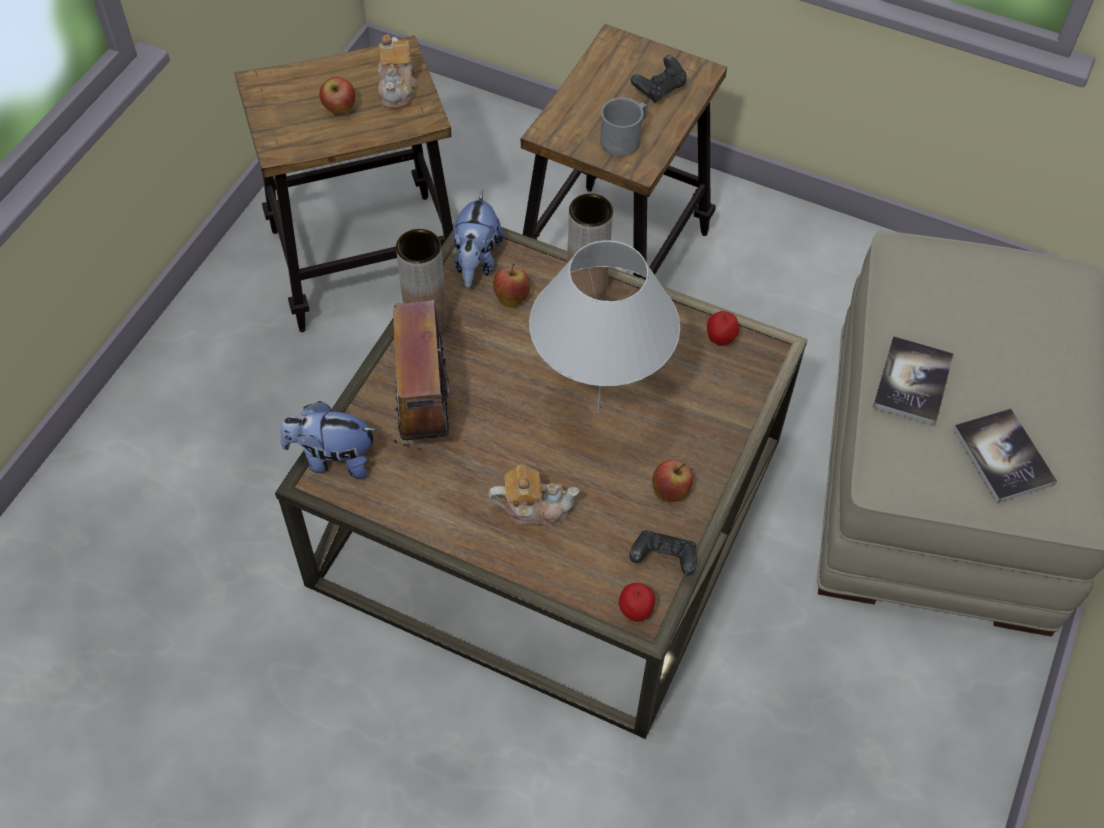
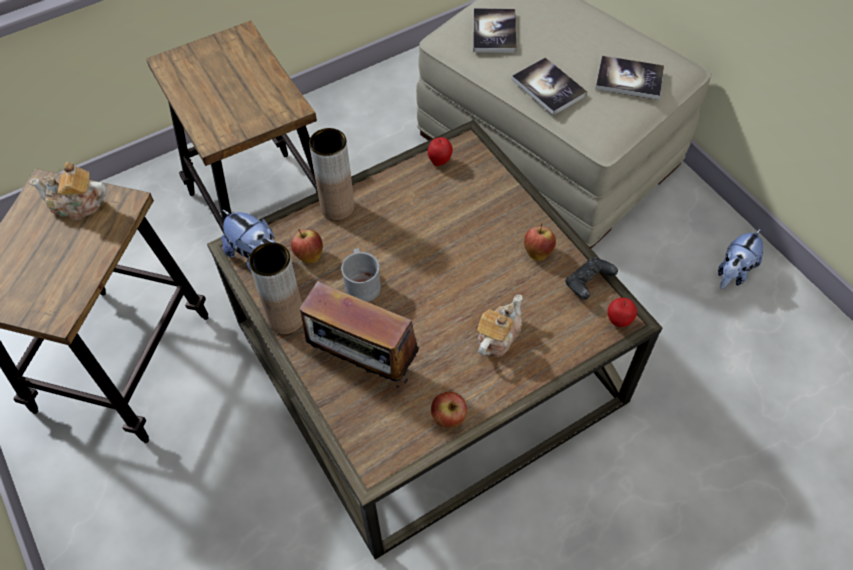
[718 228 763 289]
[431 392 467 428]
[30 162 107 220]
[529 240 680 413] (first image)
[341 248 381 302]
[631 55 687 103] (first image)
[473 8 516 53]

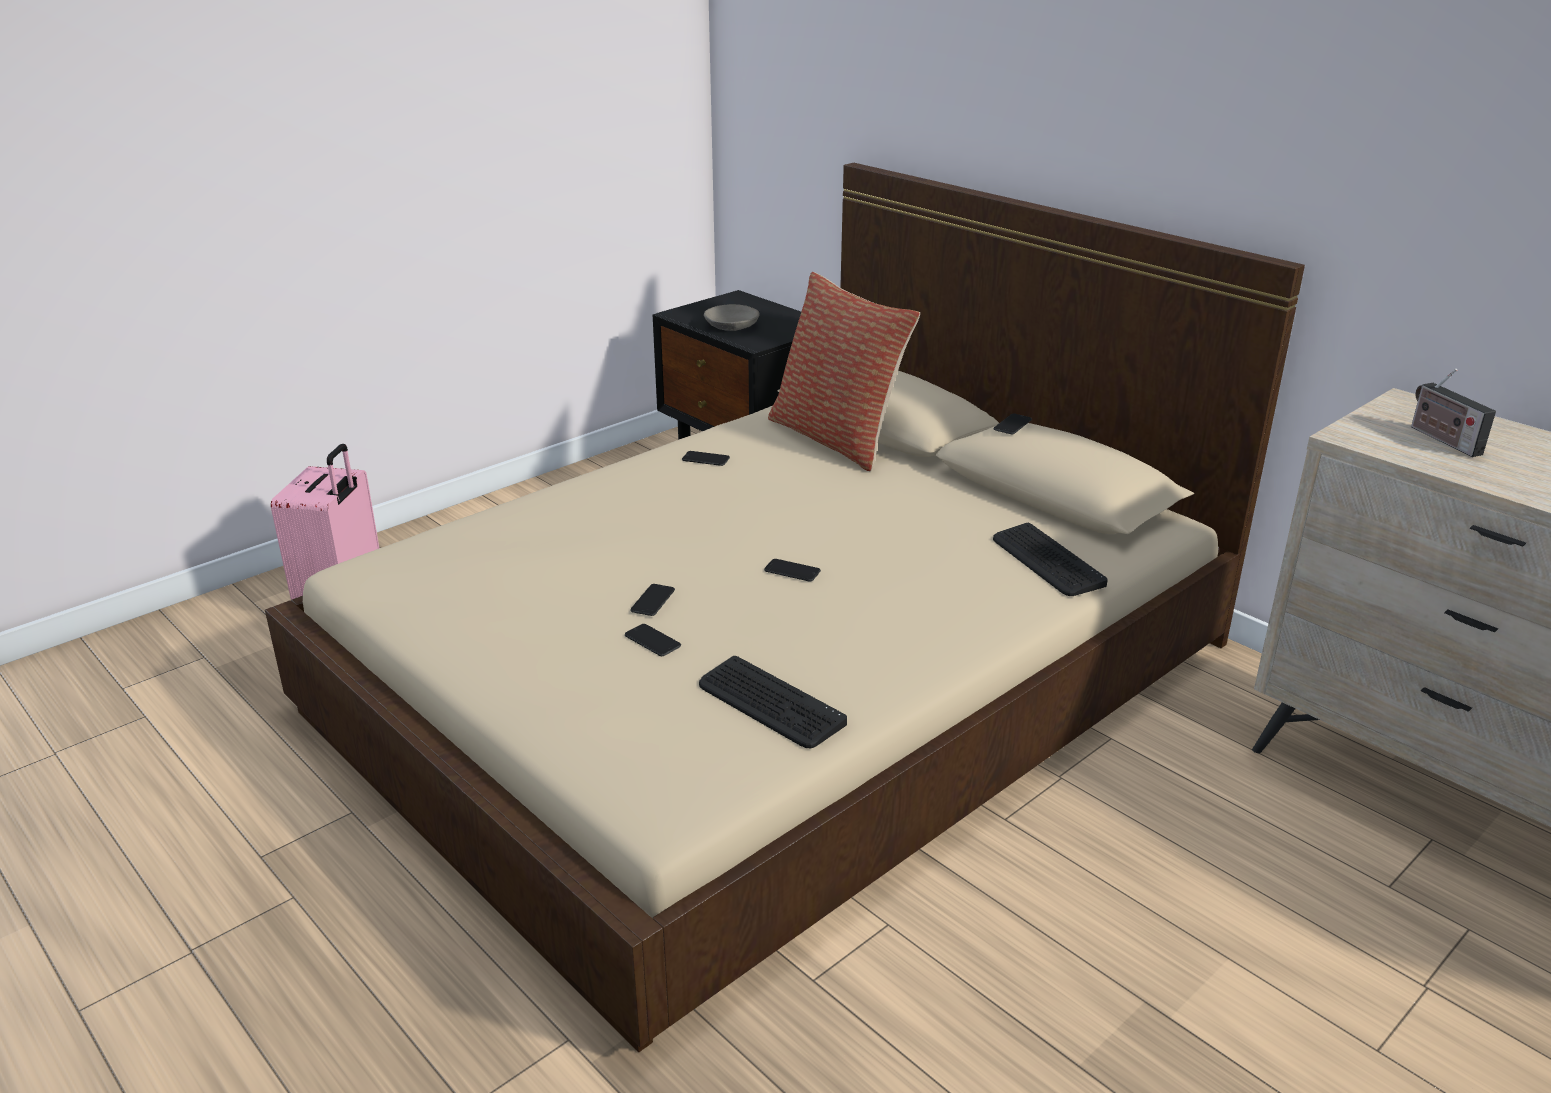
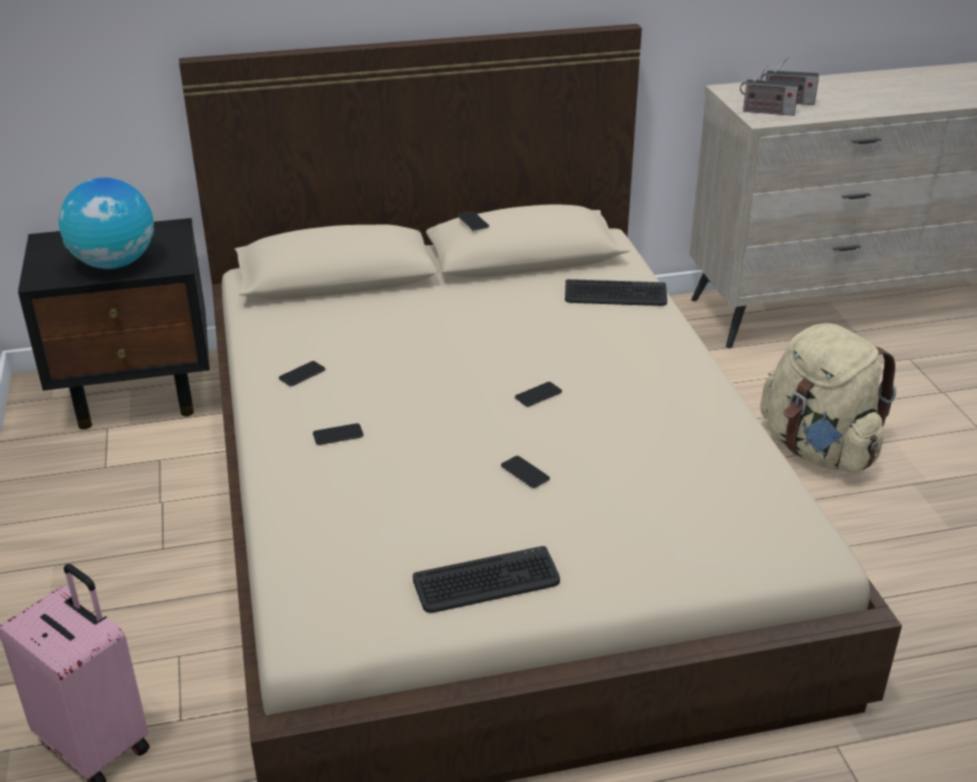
[313 423 364 445]
[413 546 560 613]
[59 177 155 269]
[768 272 920 471] (first image)
[740 66 799 116]
[760 323 896 474]

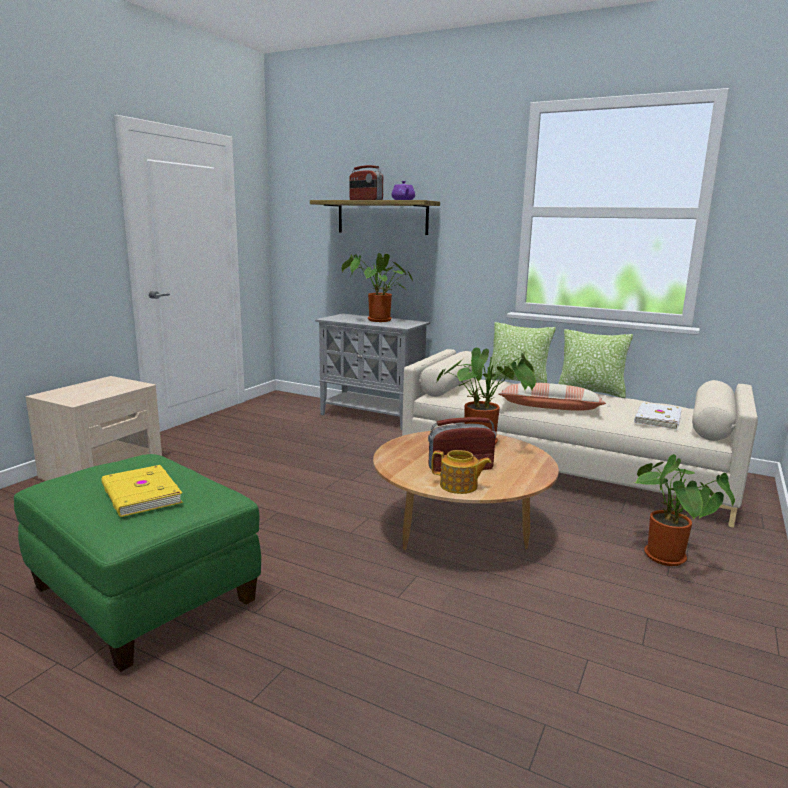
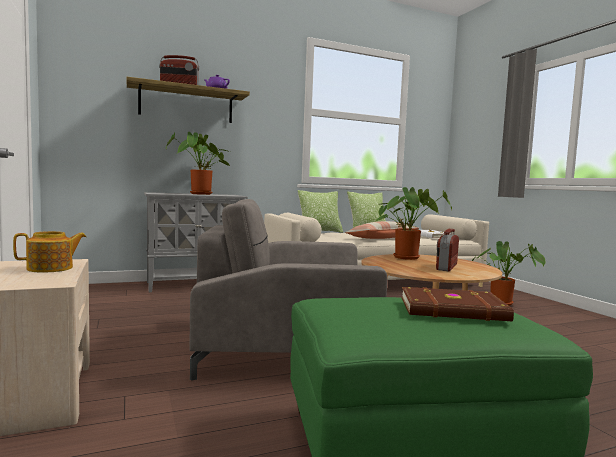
[401 287 514 321]
[13 231 86 273]
[189 199 387 380]

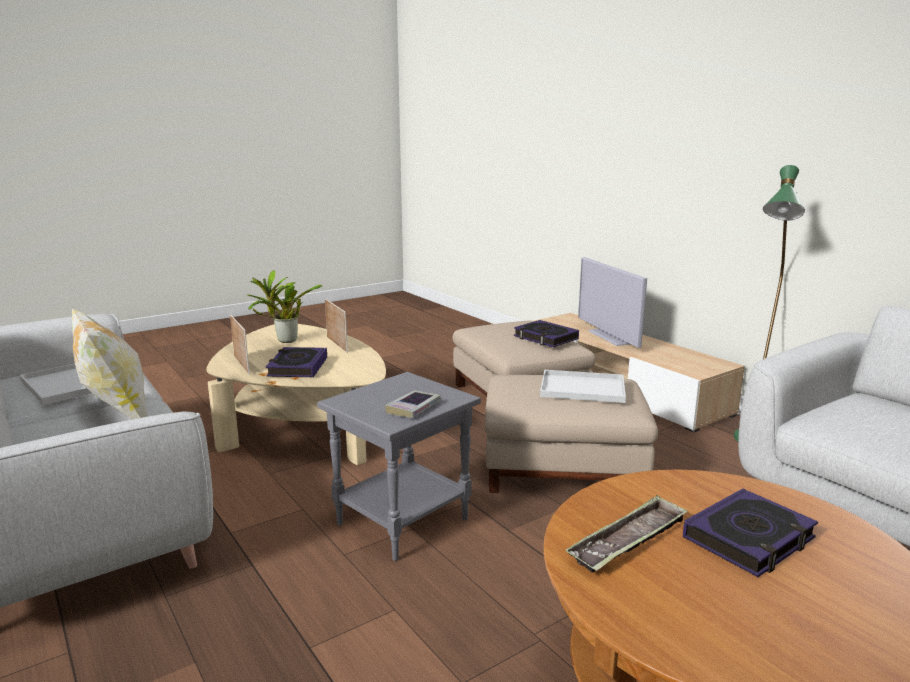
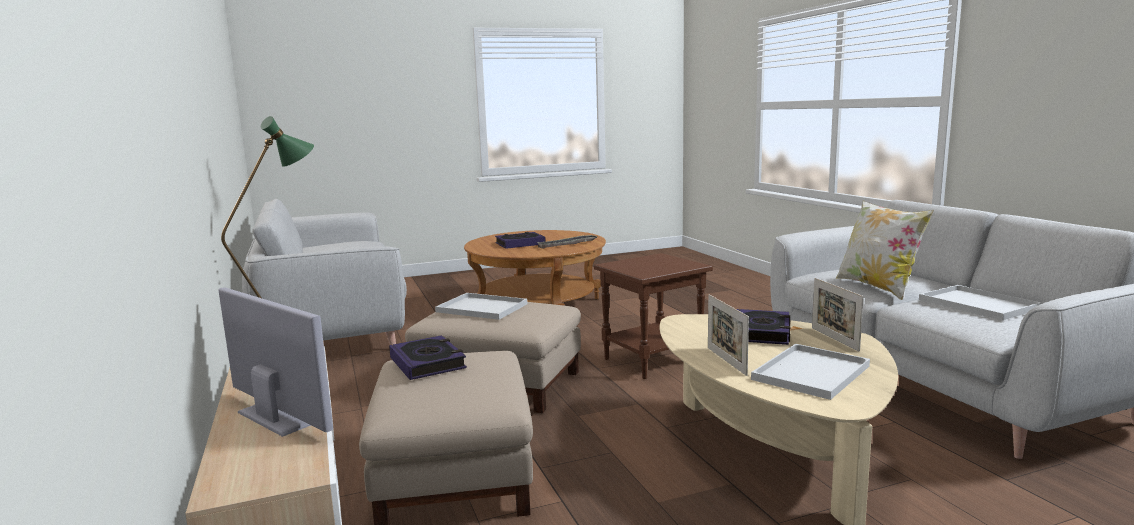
[751 344 870 400]
[594 253 713 379]
[385 390 441 418] (first image)
[218 287 333 437]

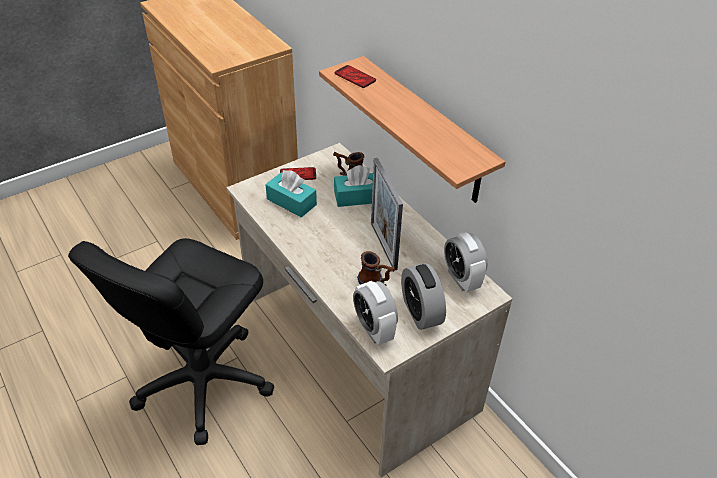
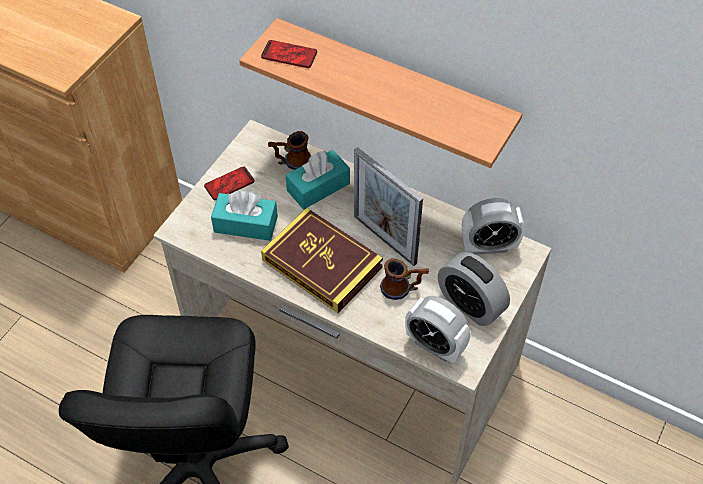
[462 198 525 255]
[261 208 383 313]

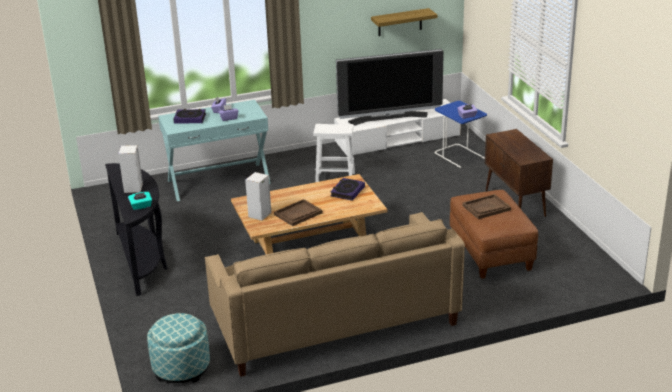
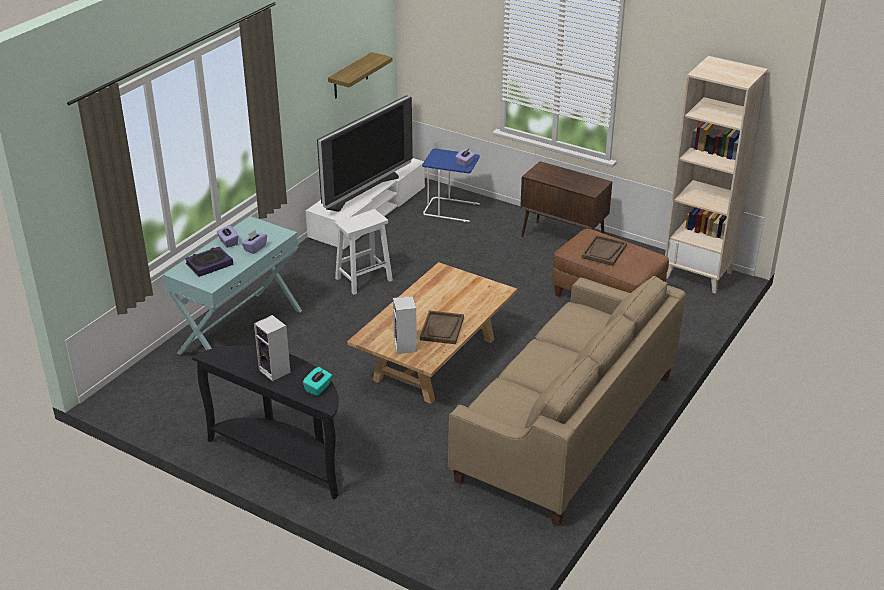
[147 313 210 383] (first image)
[330 178 365 201] (first image)
[665 56 768 294]

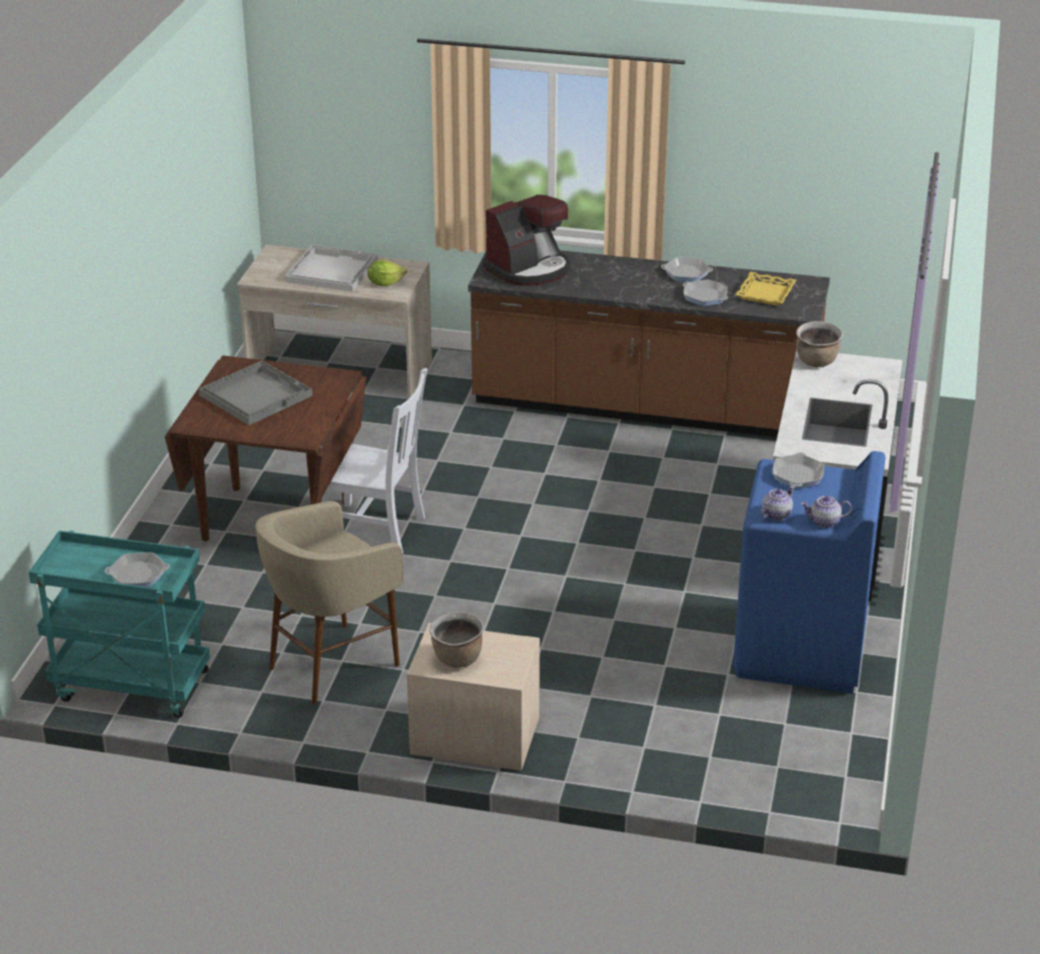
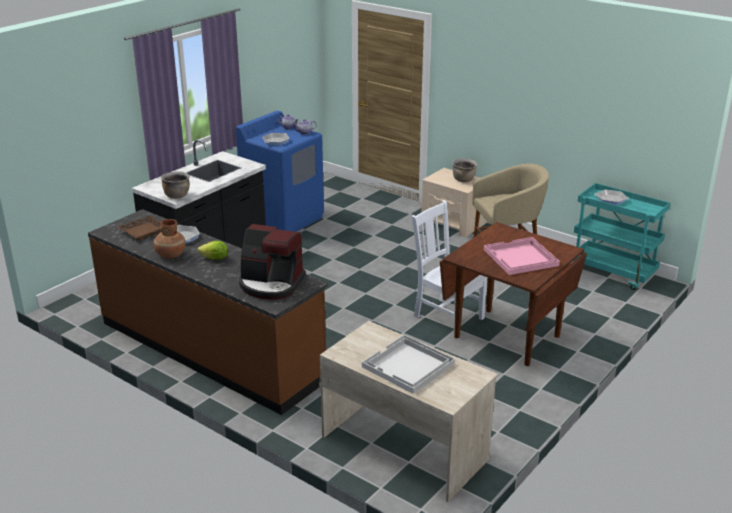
[484 237 560 275]
[197 241 228 260]
[239 224 306 300]
[154 219 185 259]
[118 216 162 240]

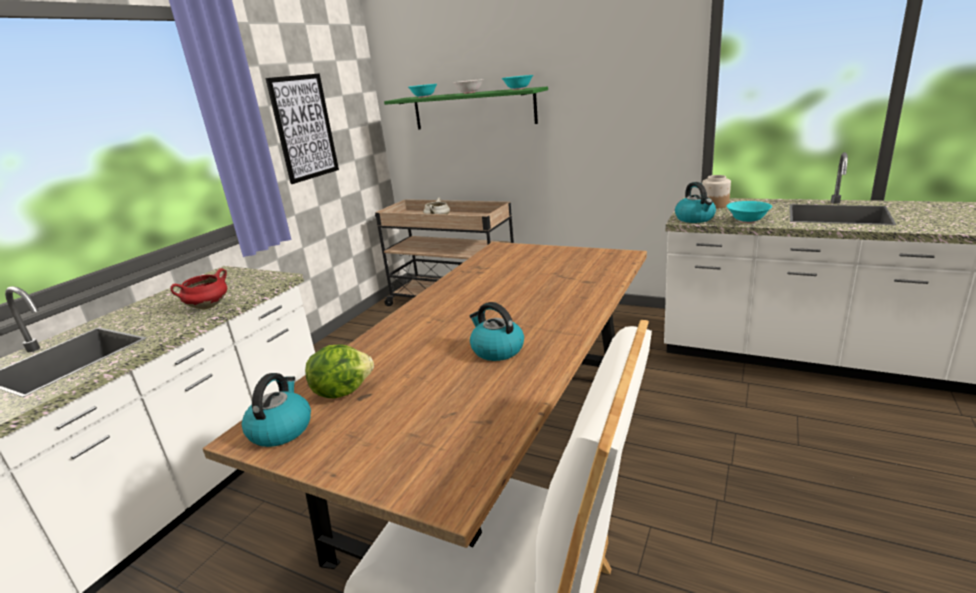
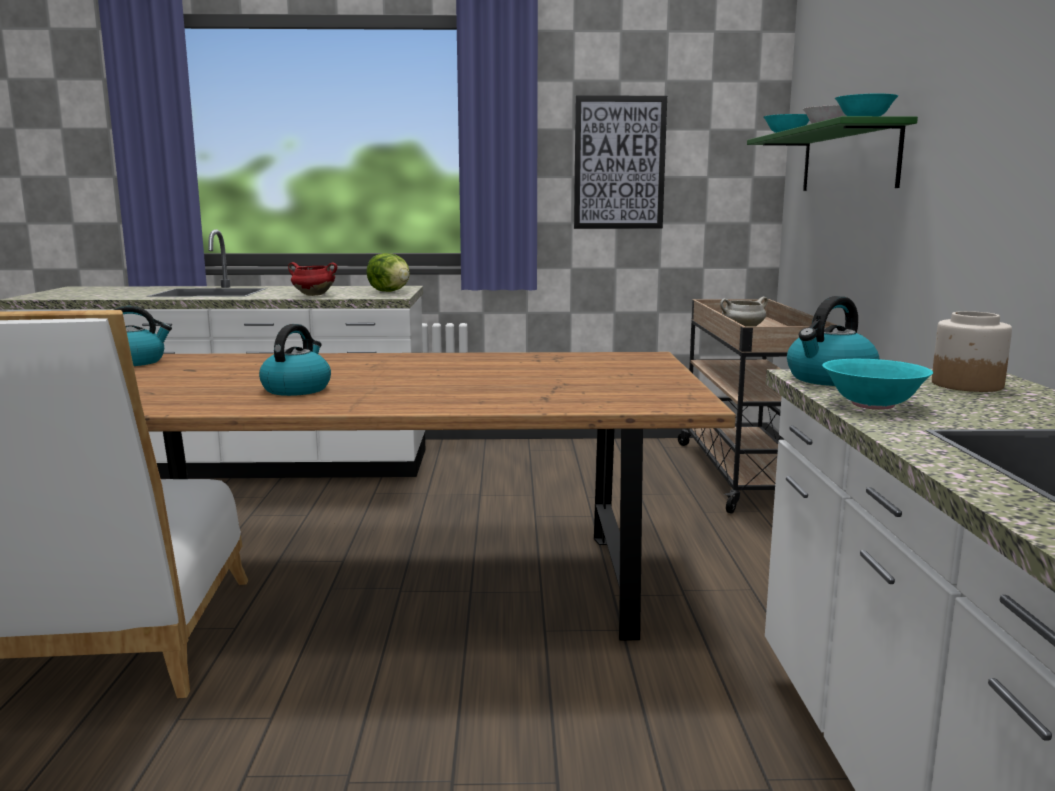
[366 253 410 292]

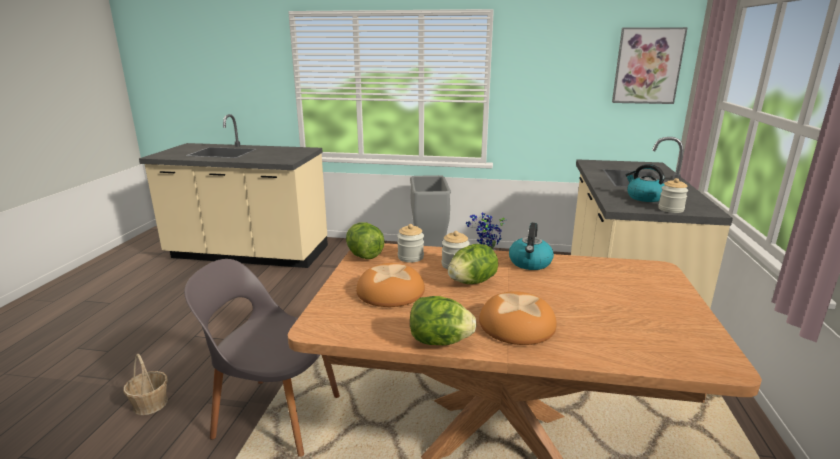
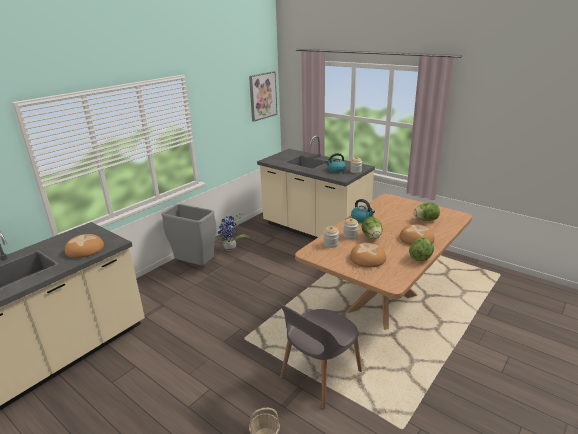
[413 202 440 221]
[65 234 104 258]

